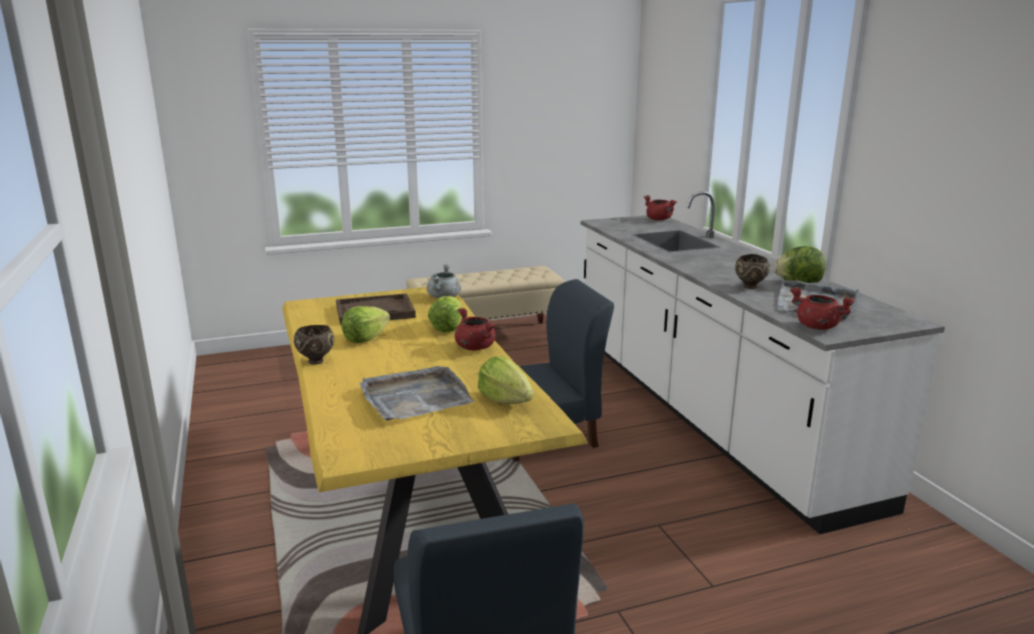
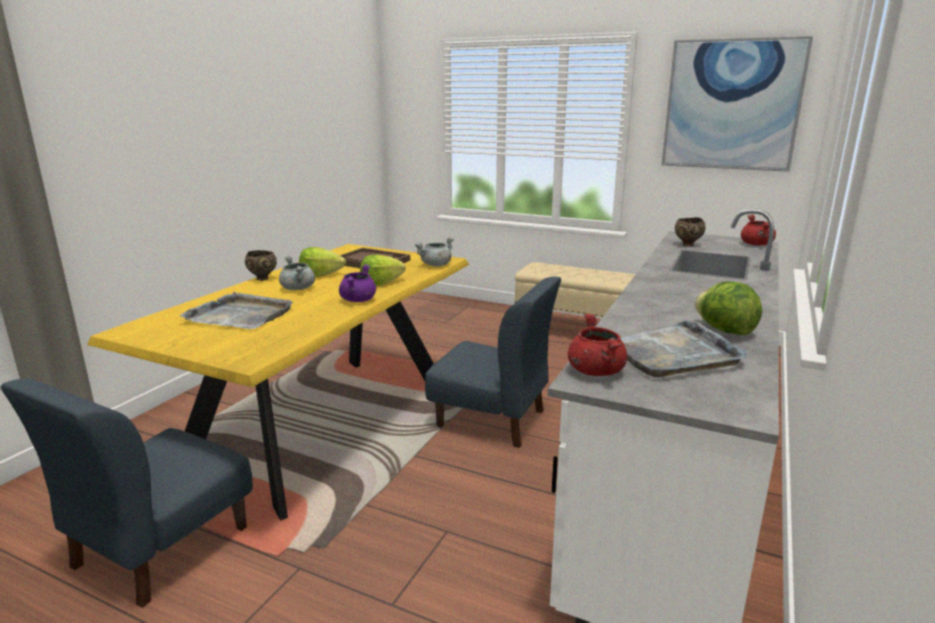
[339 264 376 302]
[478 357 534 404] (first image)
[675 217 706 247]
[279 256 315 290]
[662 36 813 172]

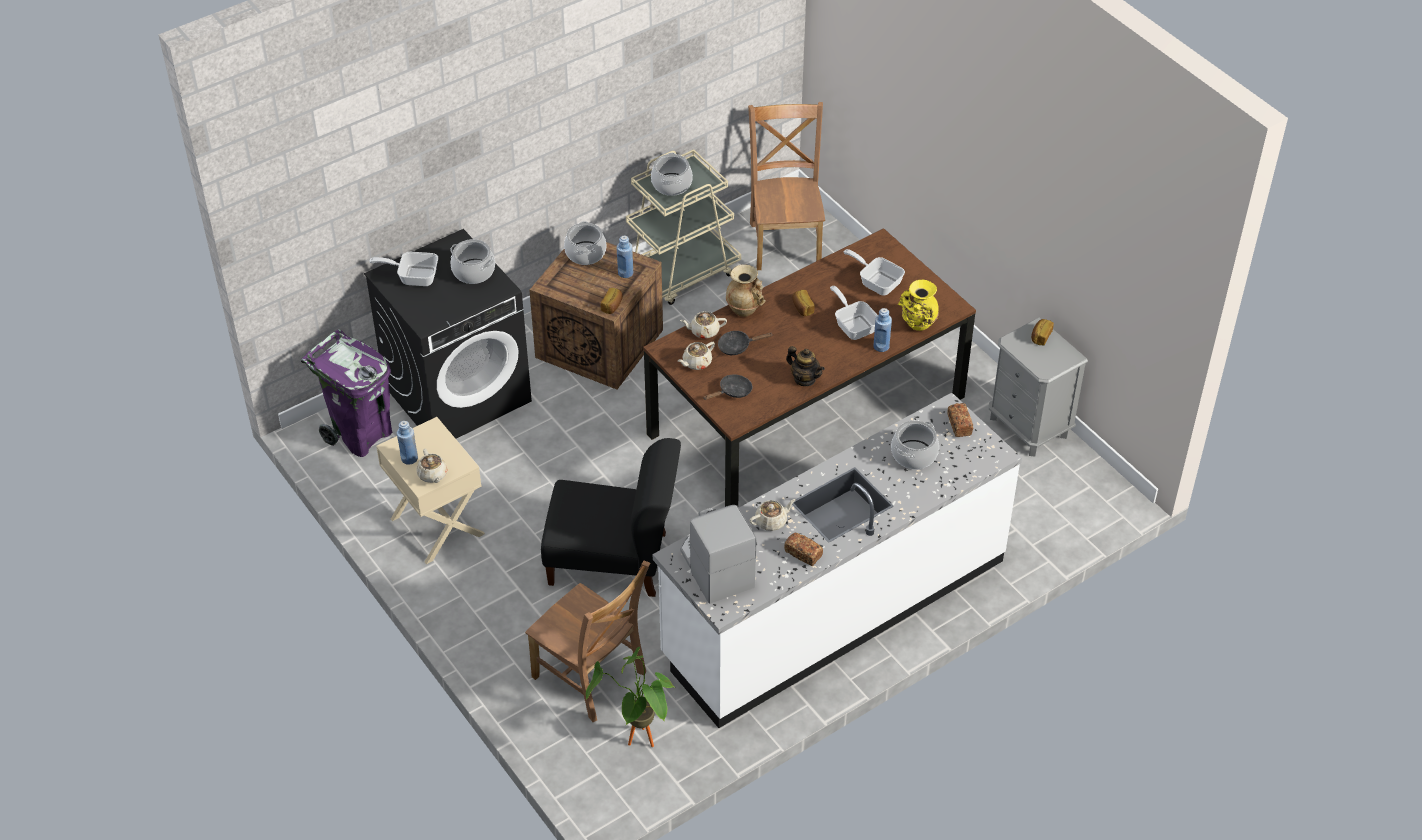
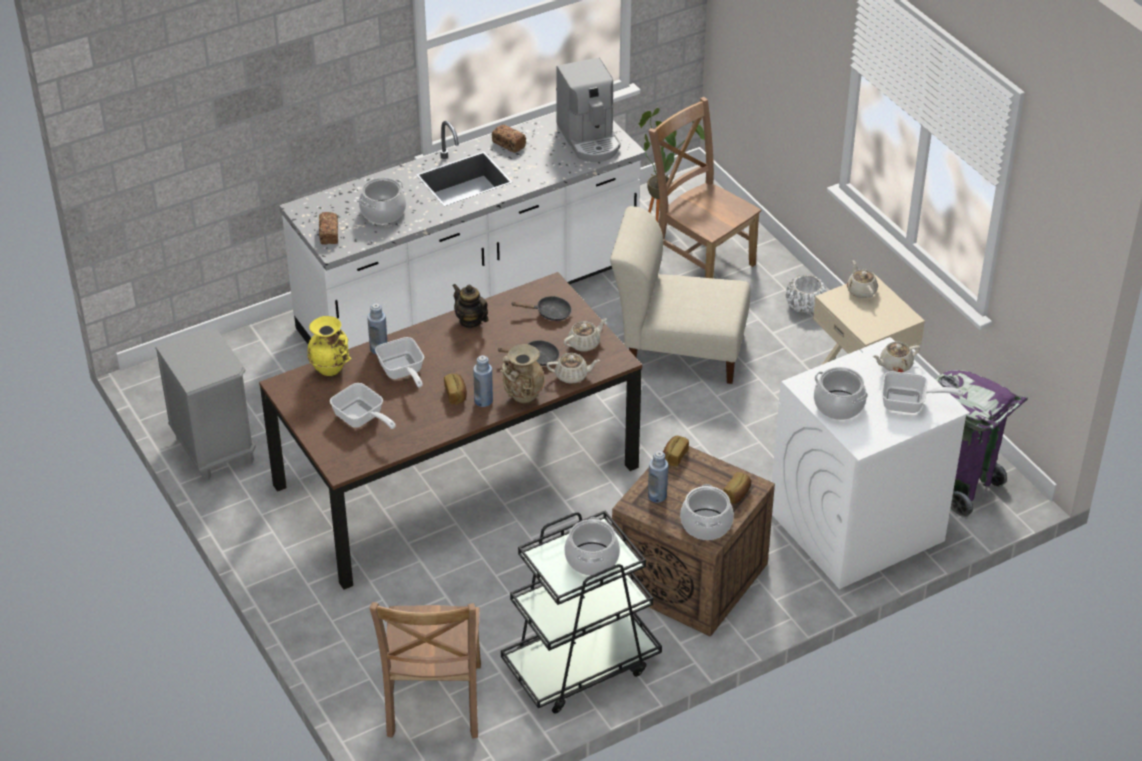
[772 337 970 589]
[473 355 493 407]
[610 206 750 384]
[501 511 662 714]
[511 296 572 321]
[872 342 920 372]
[724 472 751 504]
[786 275 827 314]

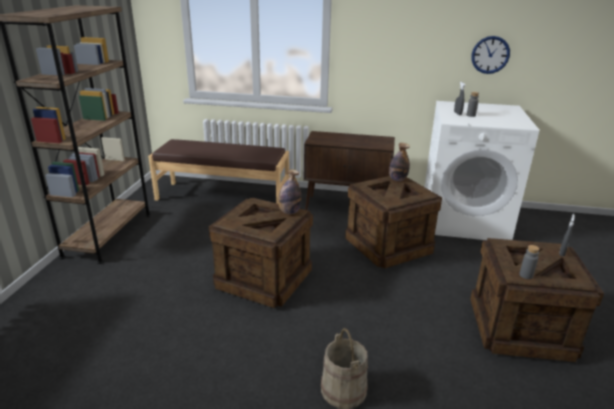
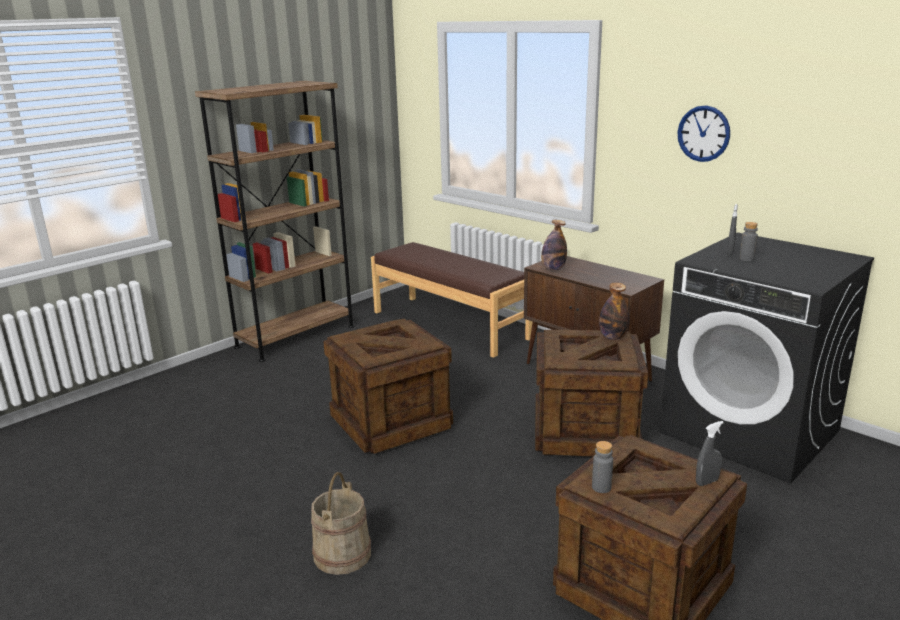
[541 220 567 270]
[660 232 874 484]
[678 105 730 162]

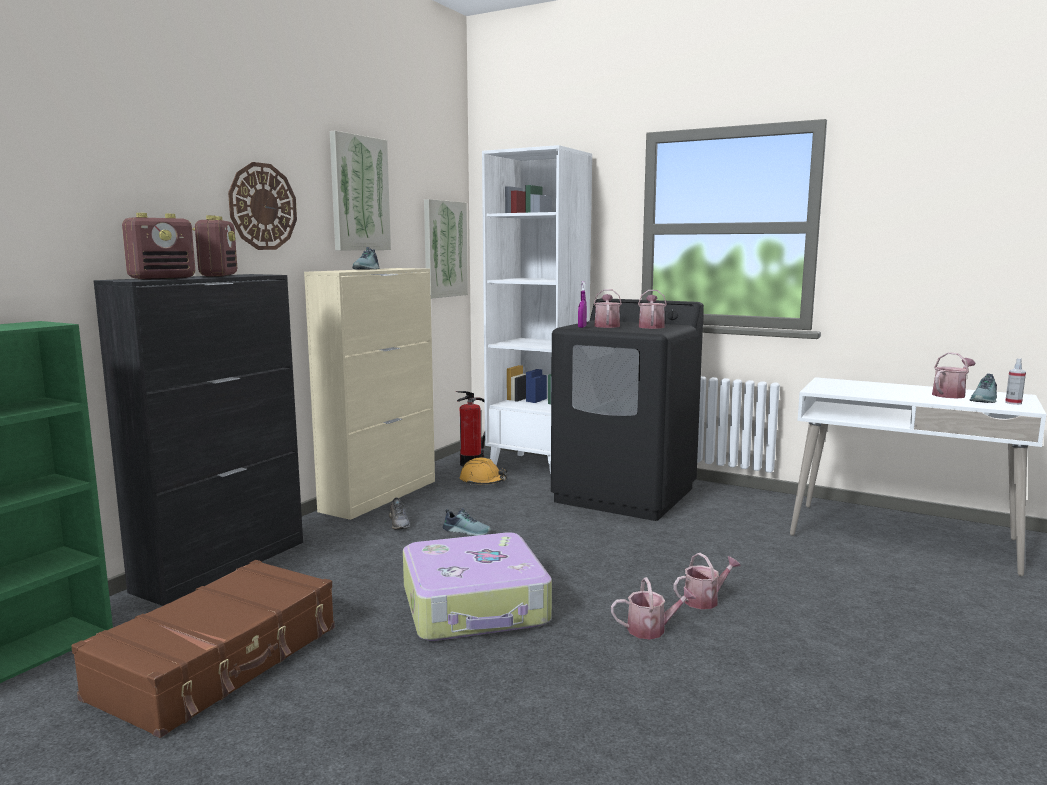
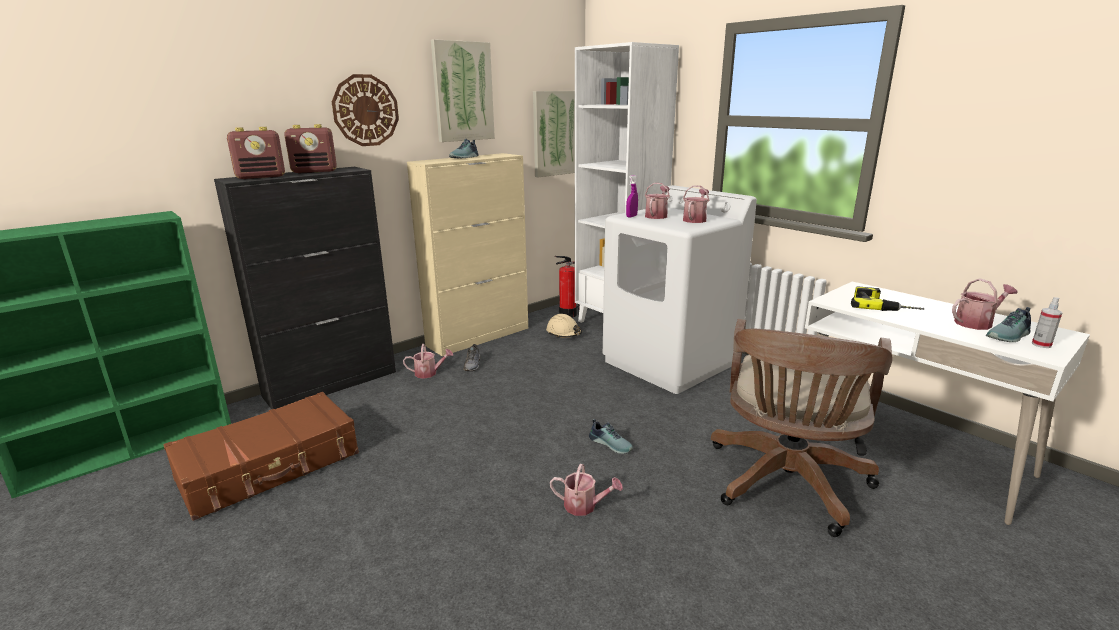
[284 124 337 173]
[403 532 552 641] (first image)
[589 419 633 454]
[546 314 582 337]
[603 185 757 394]
[403 344 453 379]
[711 319 893 537]
[851 286 924 311]

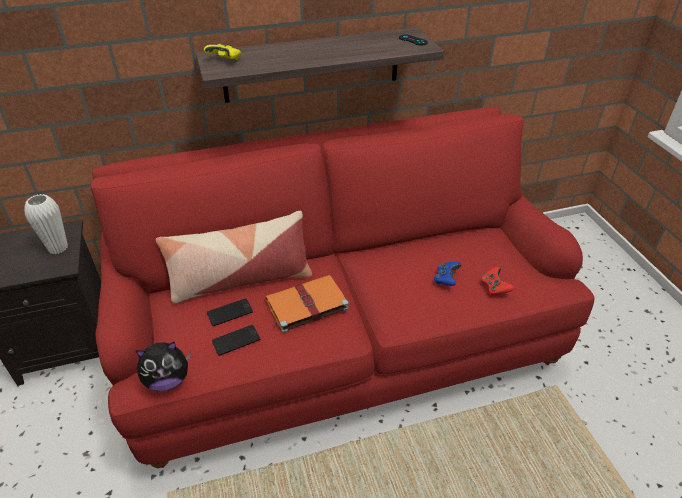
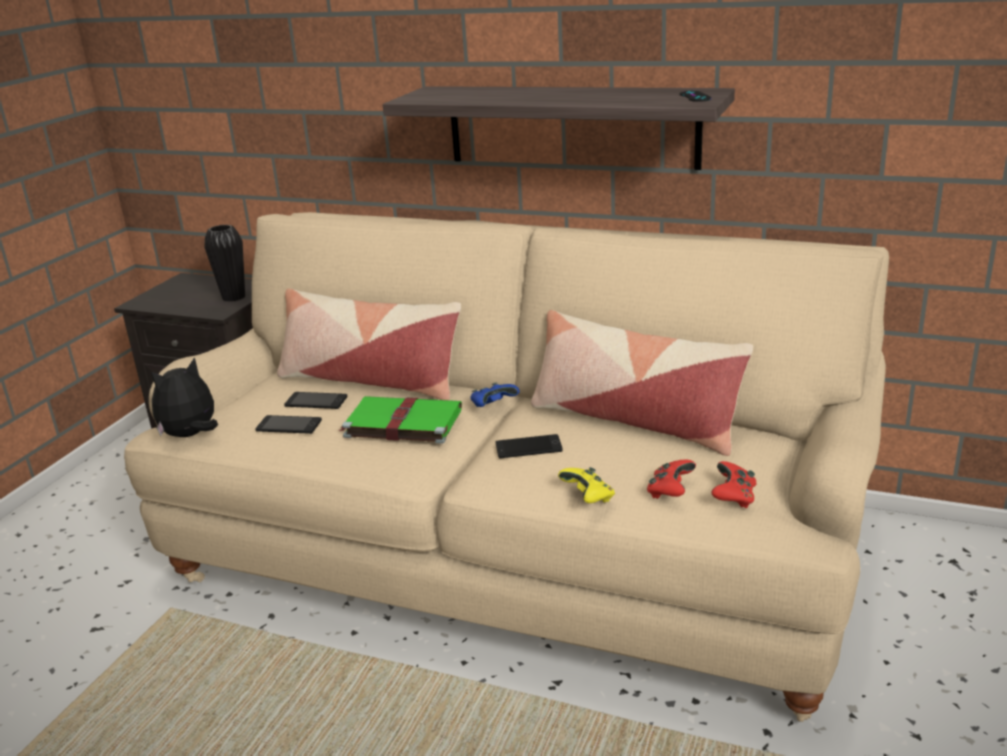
[204 225 245 302]
[124 212 889 722]
[151 357 218 437]
[558 467 615 503]
[338 396 462 444]
[470 382 520 407]
[496 434 563 459]
[531 310 753 456]
[711 461 756 508]

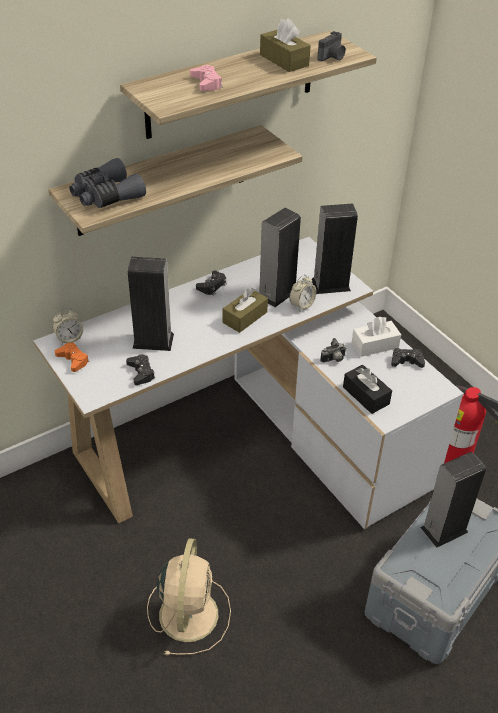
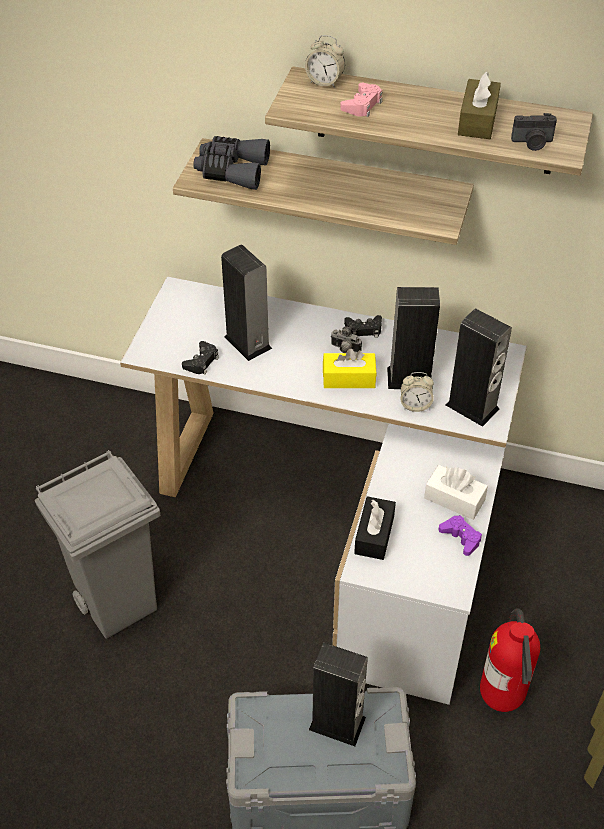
[305 35 345 88]
[55 342 89 372] (first image)
[35 450 160 639]
[323 349 377 388]
[331 325 362 353]
[438 515 482 556]

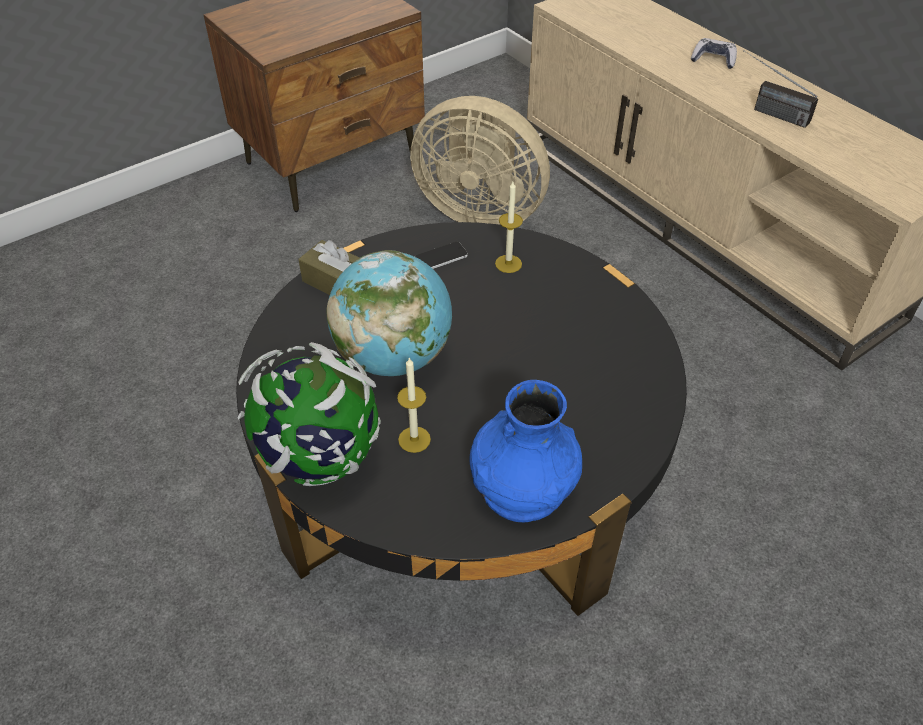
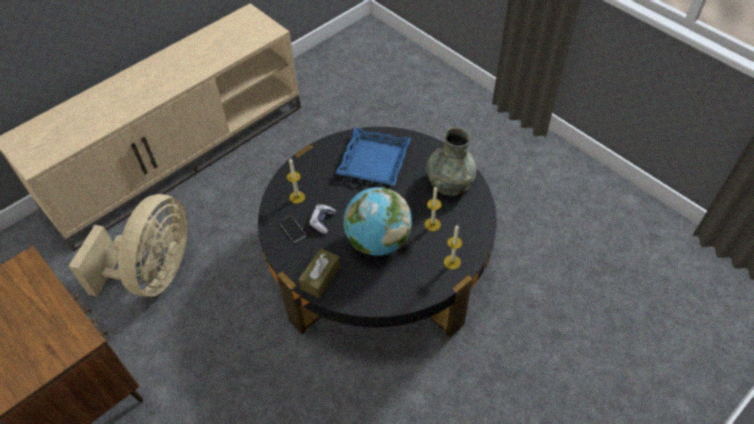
[444 225 462 270]
[426 127 476 196]
[309 204 336 234]
[746 52 818 128] (first image)
[335 128 411 186]

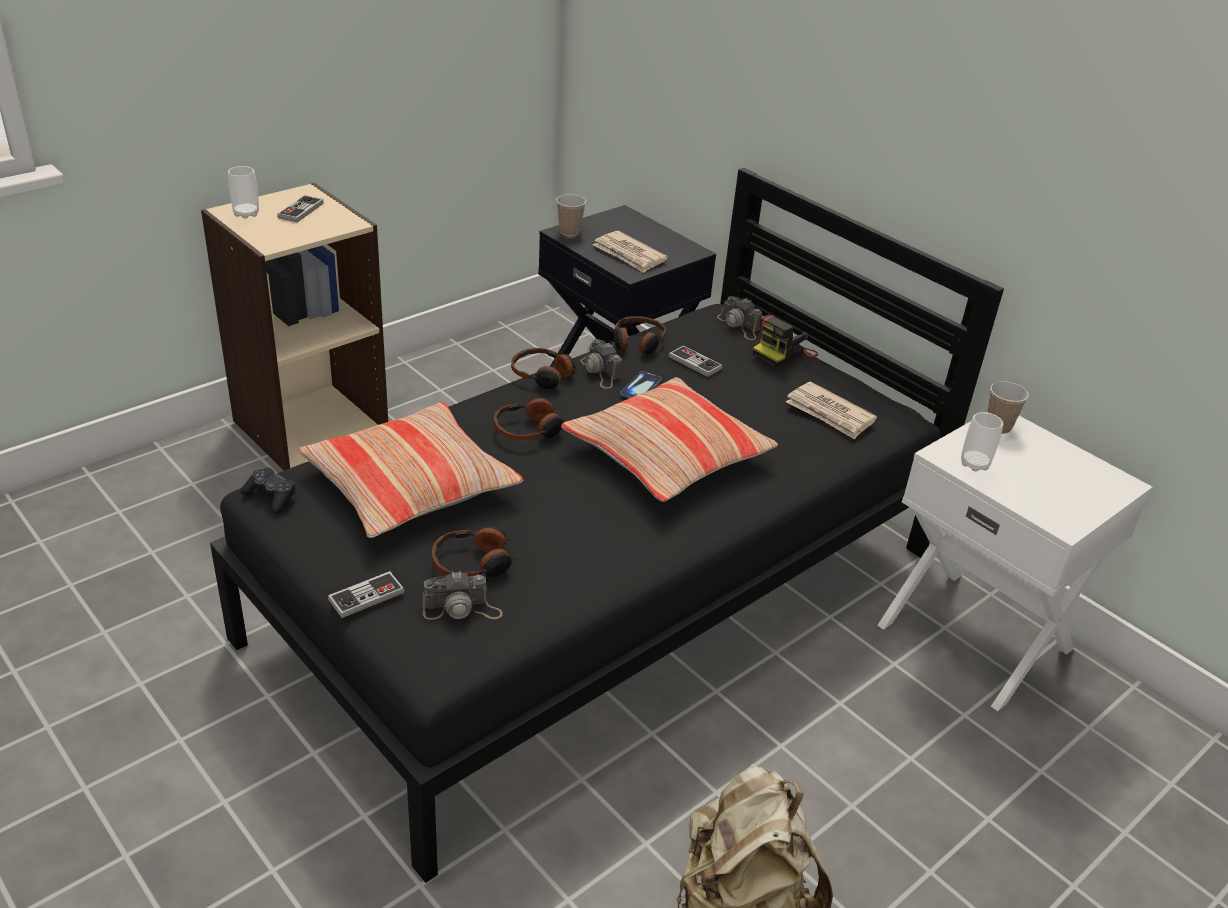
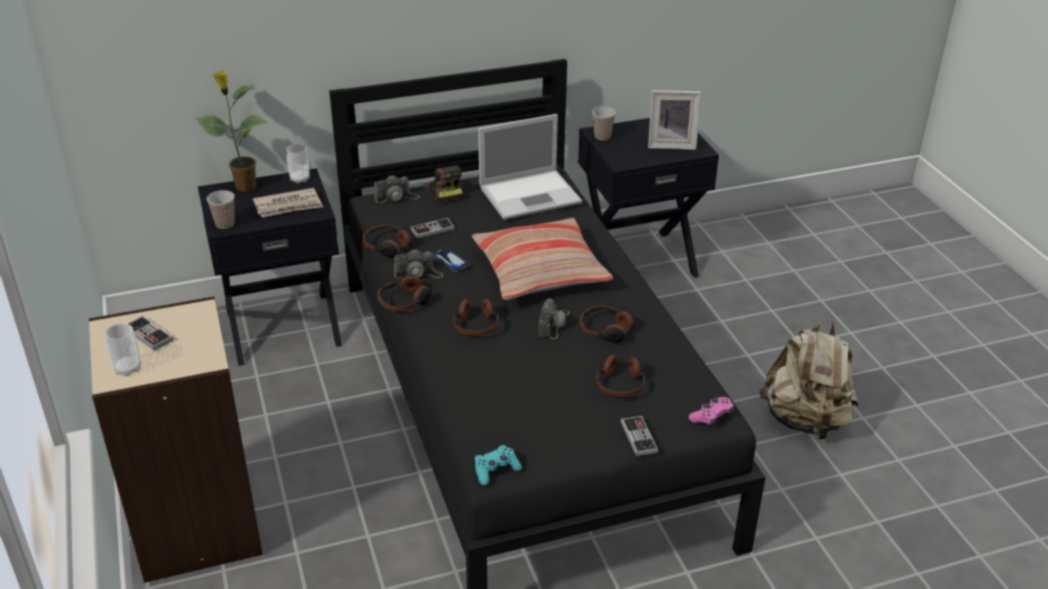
[475 445 522 485]
[298 402 523 538] (first image)
[538 299 570 339]
[478 114 582 220]
[578 118 719 278]
[286 144 310 184]
[196 70 268 192]
[580 306 639 343]
[648 90 701 150]
[689 397 734 427]

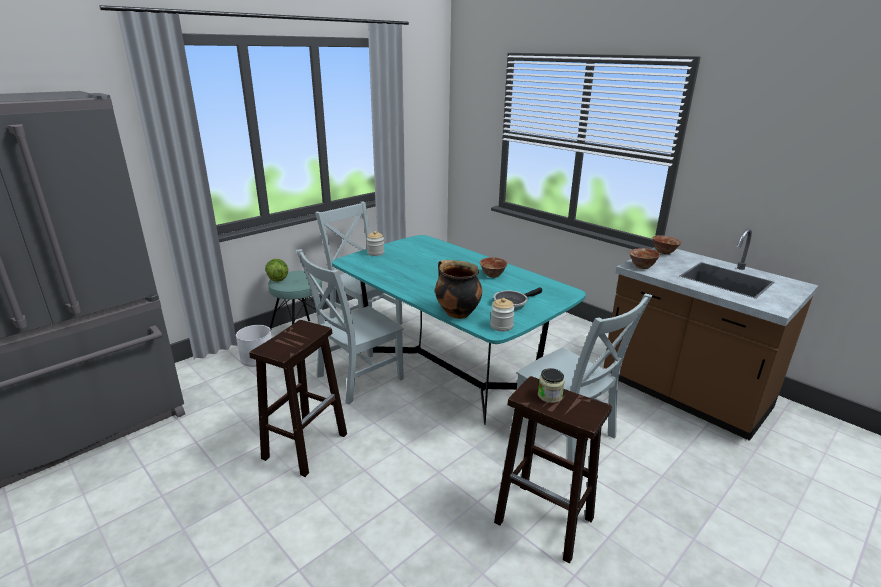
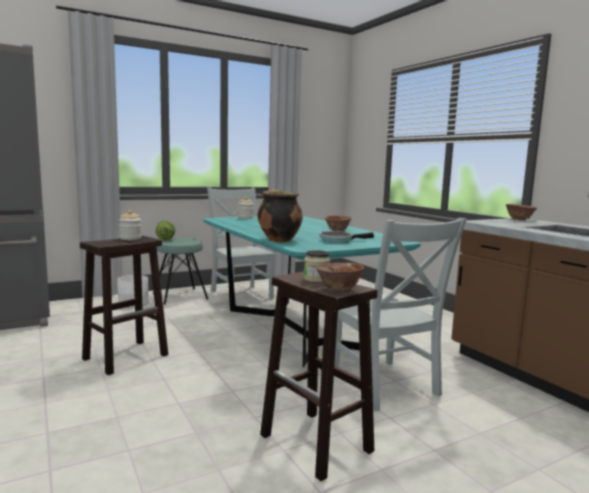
[296 249 404 405] (first image)
[119 210 142 240]
[316 263 364 292]

